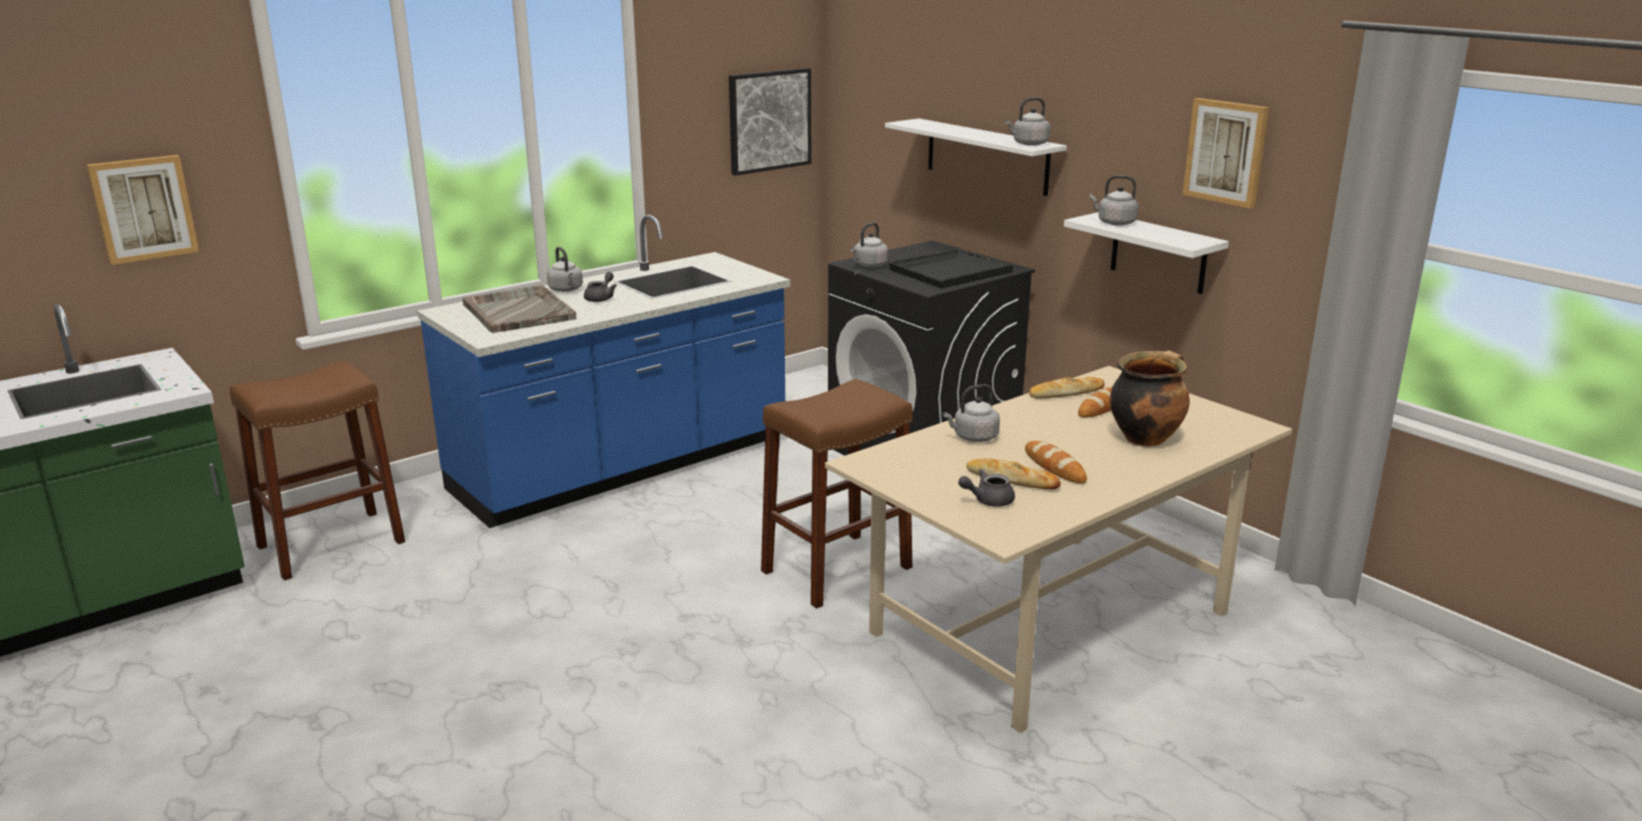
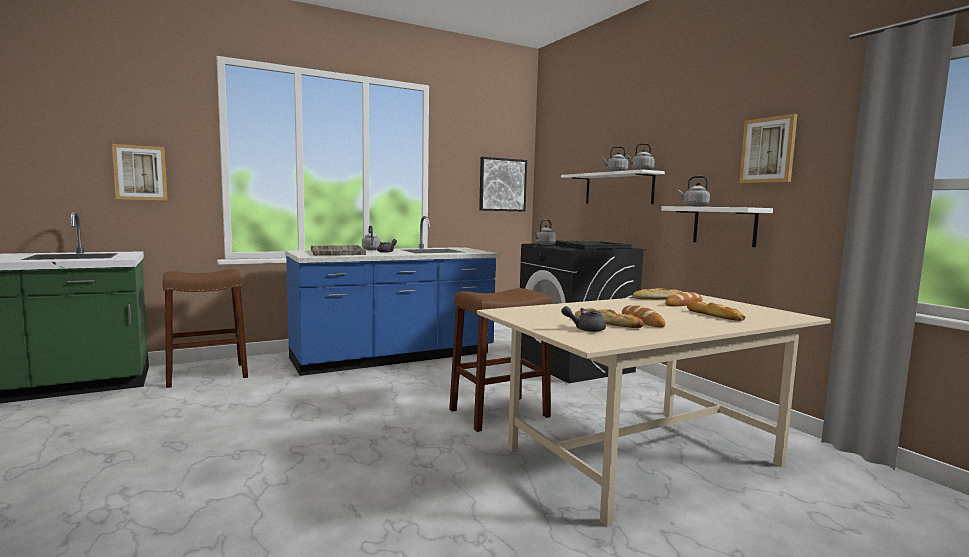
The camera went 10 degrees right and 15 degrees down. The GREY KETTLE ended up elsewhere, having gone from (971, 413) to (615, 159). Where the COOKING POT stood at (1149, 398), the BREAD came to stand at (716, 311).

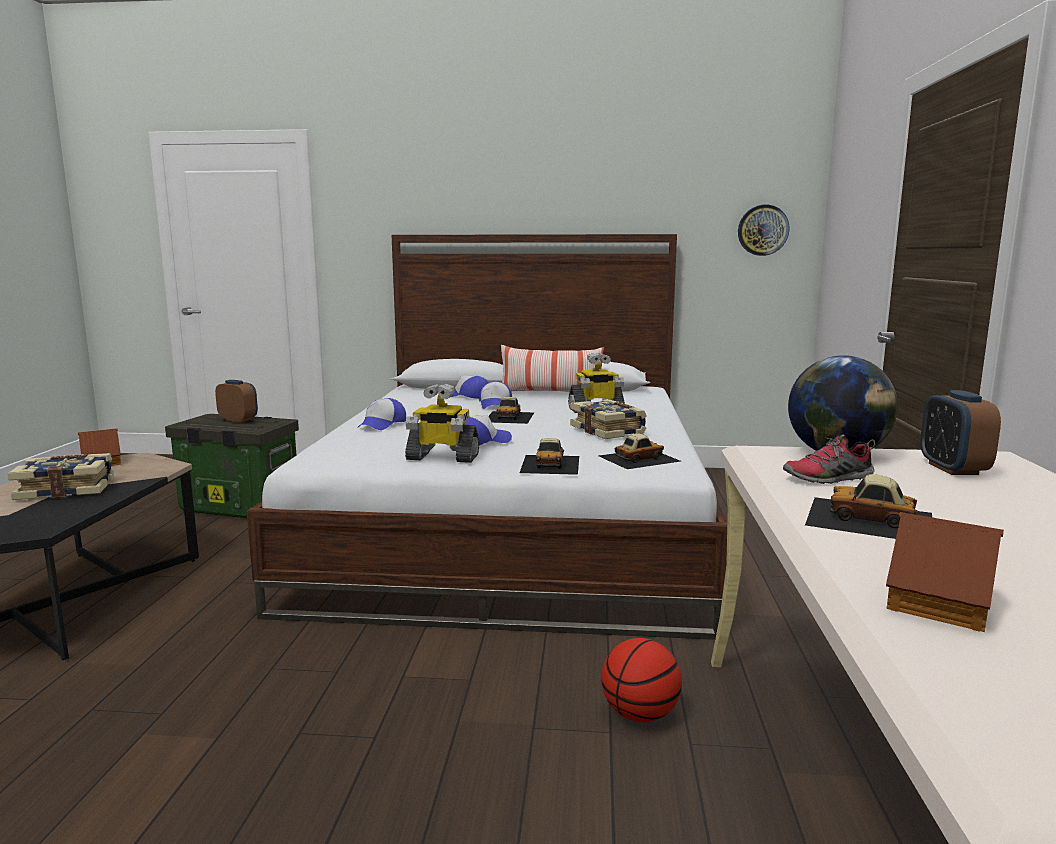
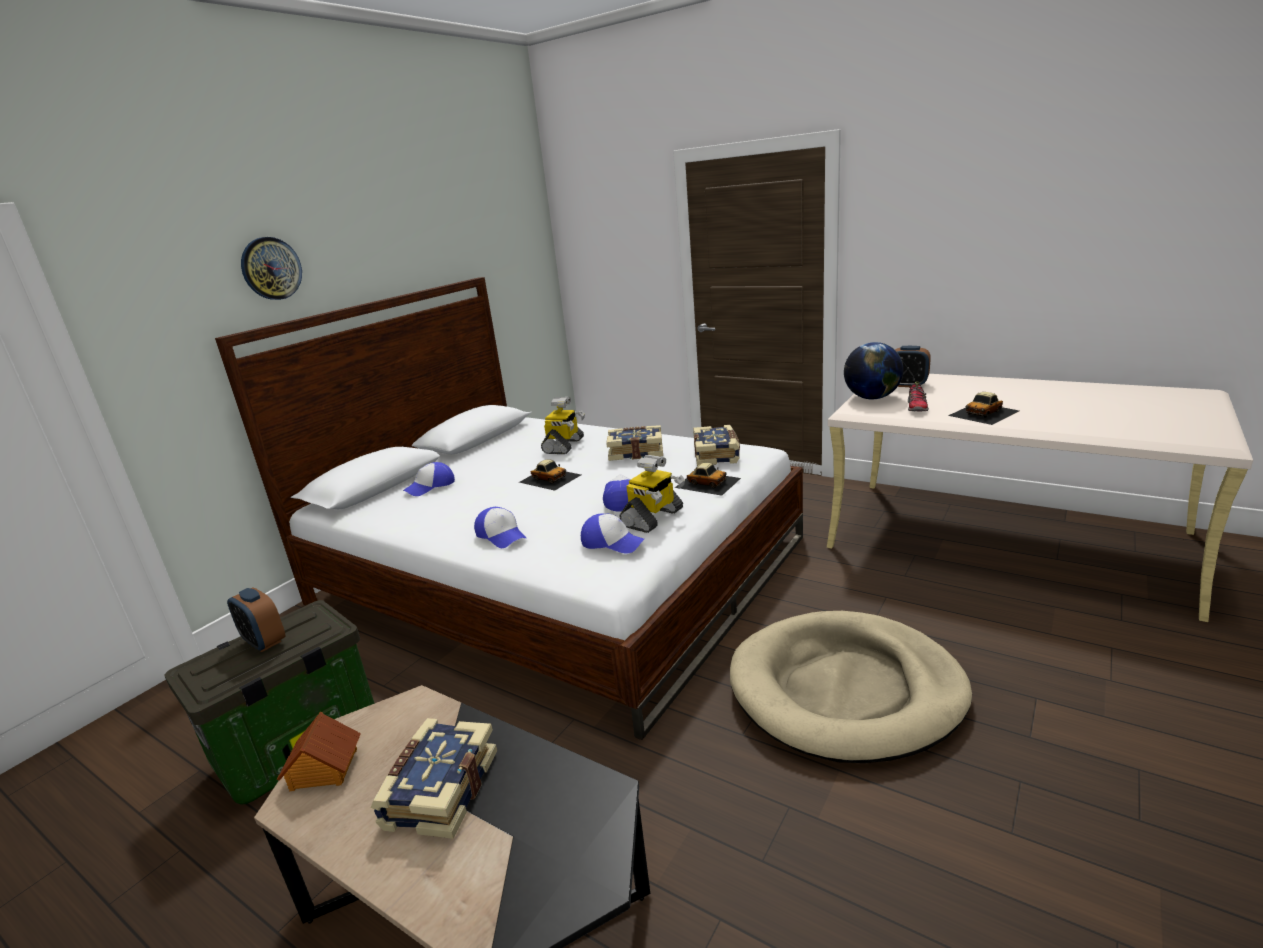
The camera went 60 degrees left and 10 degrees up. The ALARM CLOCK at (236, 401) ended up facing another way, 105 degrees counterclockwise from before. The WALL CLOCK ended up elsewhere, having gone from (763, 230) to (271, 268). The CAP ended up elsewhere, having gone from (495, 395) to (612, 533). Where the TOY CAR stood at (640, 451), the BOOK came to stand at (716, 445). The second view gained the BEIGE DOG BED at (851, 687). The second view lost the PILLOW at (552, 368). The second view lost the BASKETBALL at (641, 680). The second view lost the TOY HOUSE at (945, 572).

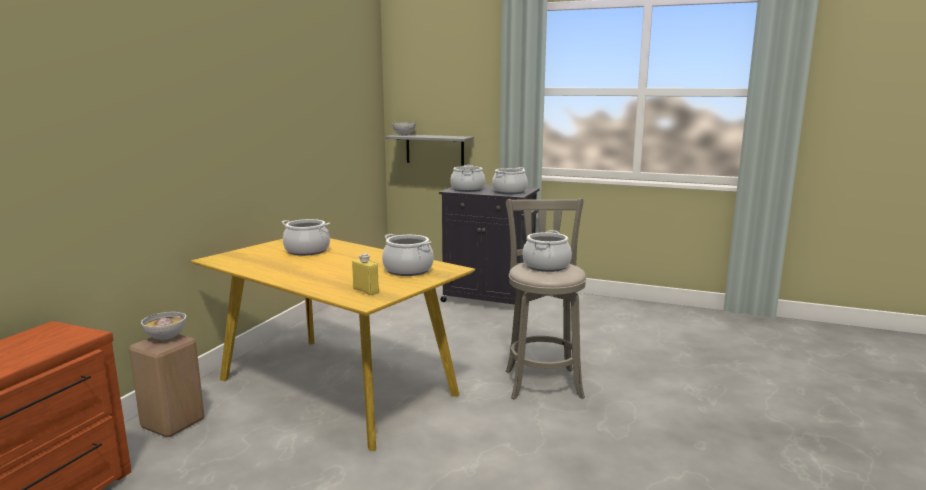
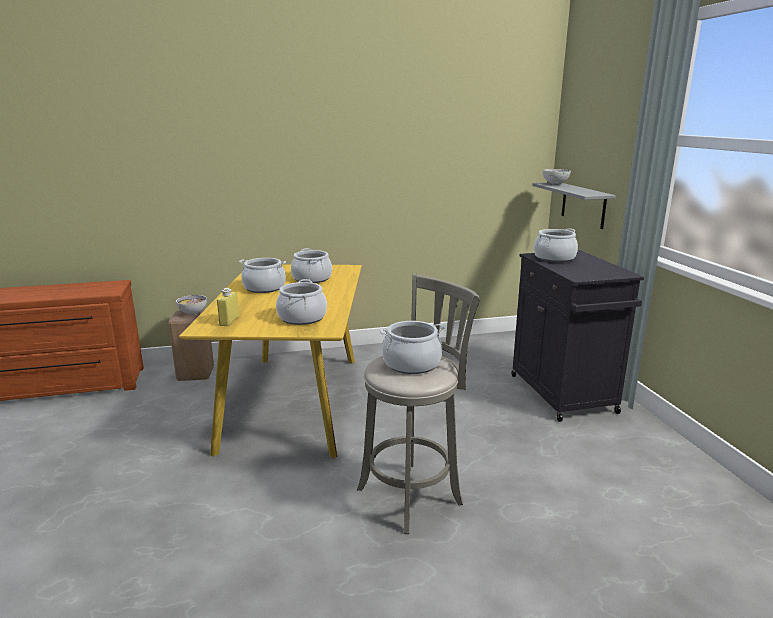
The camera went 55 degrees right and 5 degrees up. The COOKING POT ended up elsewhere, having gone from (510, 180) to (262, 275).

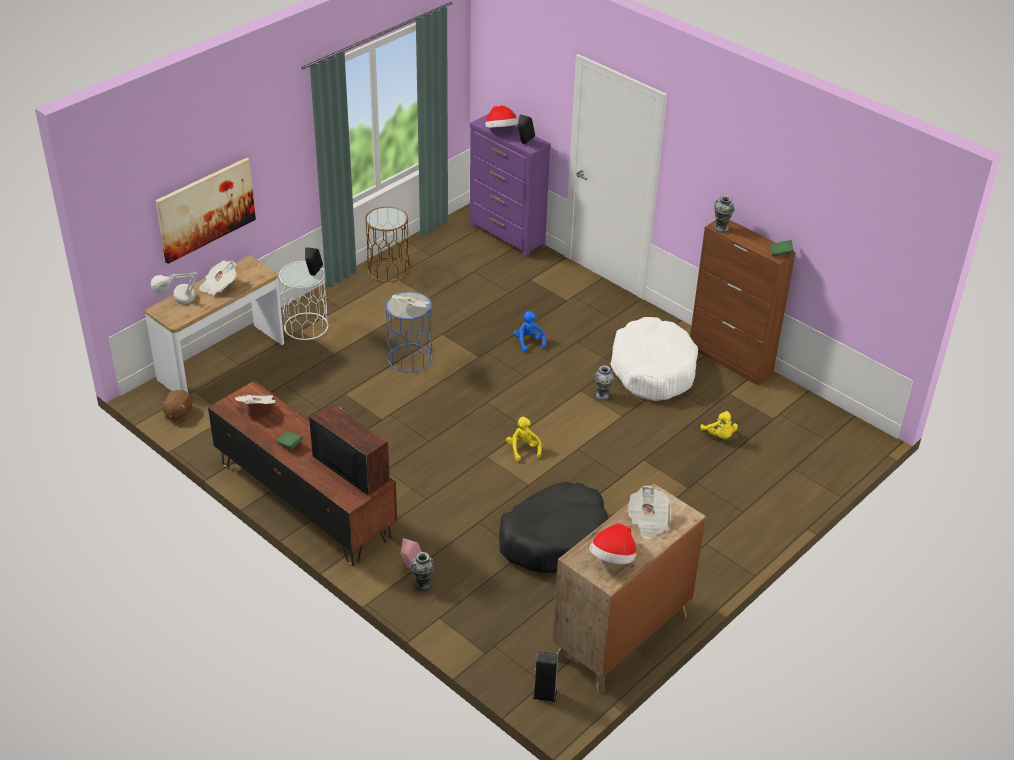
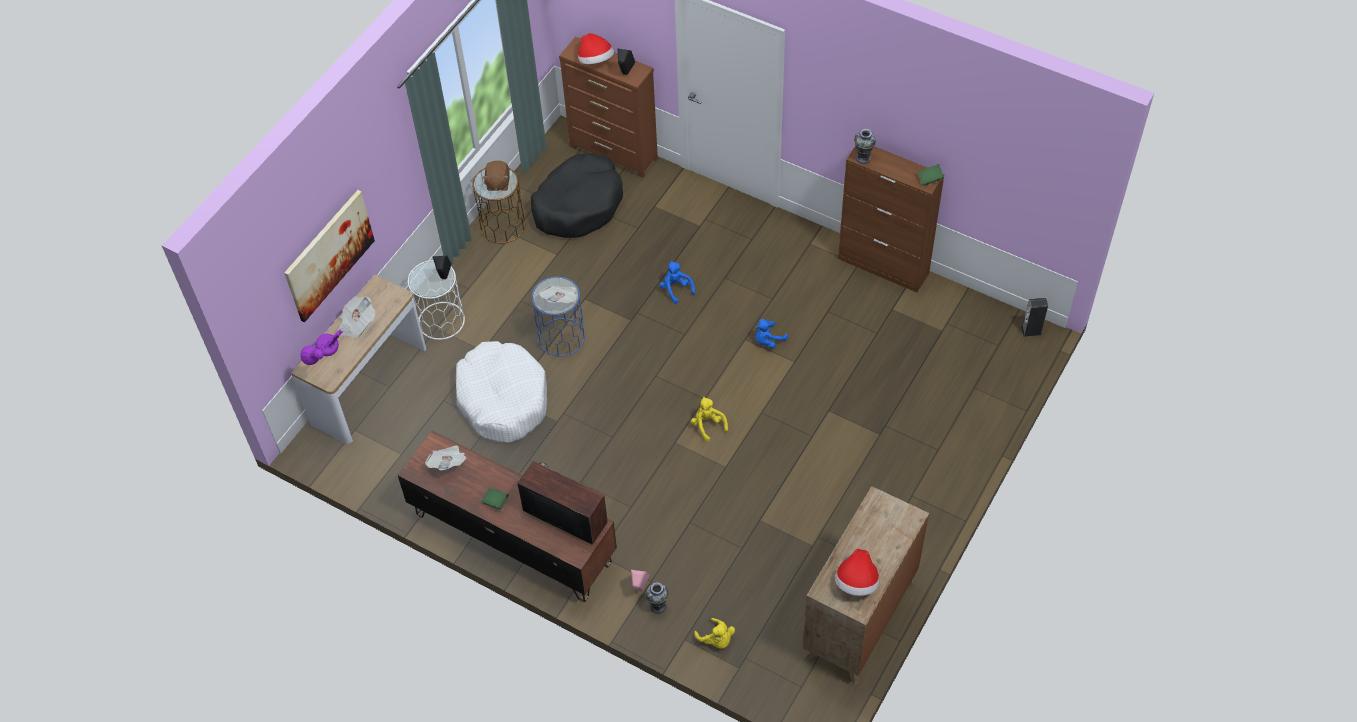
The camera went 10 degrees left and 15 degrees up. What was the GREY TABLE LAMP at (174, 288) turned into the PURPLE TABLE LAMP at (321, 347). The WHITE DOG BED ended up elsewhere, having gone from (654, 359) to (501, 392). The BROWN PLUSH TOY ended up elsewhere, having gone from (176, 405) to (496, 176). The BLACK DOG BED ended up elsewhere, having gone from (553, 527) to (577, 195). What was the PURPLE DRESSER at (510, 186) turned into the BROWN DRESSER at (608, 107). The YELLOW PLUSH TOY ended up elsewhere, having gone from (719, 425) to (714, 633). Where the VASE stood at (604, 382), the BLUE PLUSH TOY came to stand at (771, 334). The SPEAKER ended up elsewhere, having gone from (545, 676) to (1034, 317). The second view lost the NEWSPAPER at (649, 512).

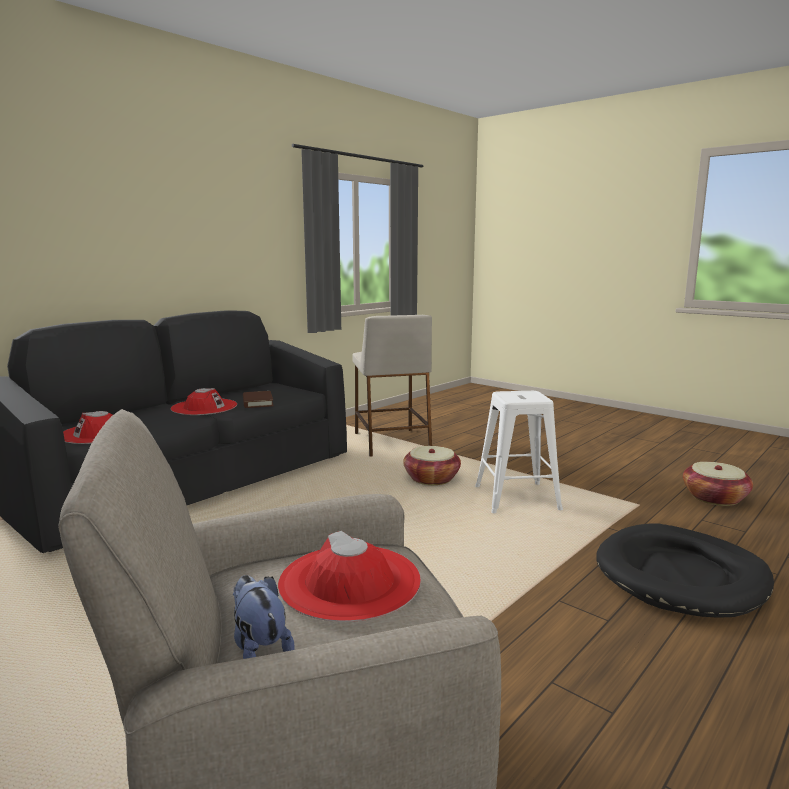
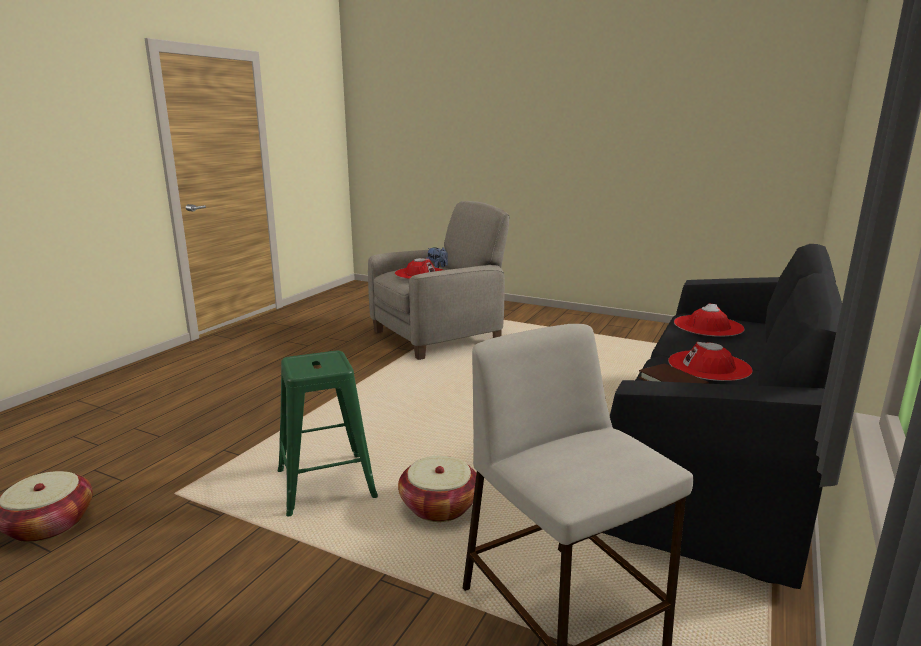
The camera went 165 degrees right and 5 degrees up. What was the WHITE STOOL at (519, 452) turned into the GREEN STOOL at (328, 433). The second view lost the BLACK DOG BED at (685, 570).

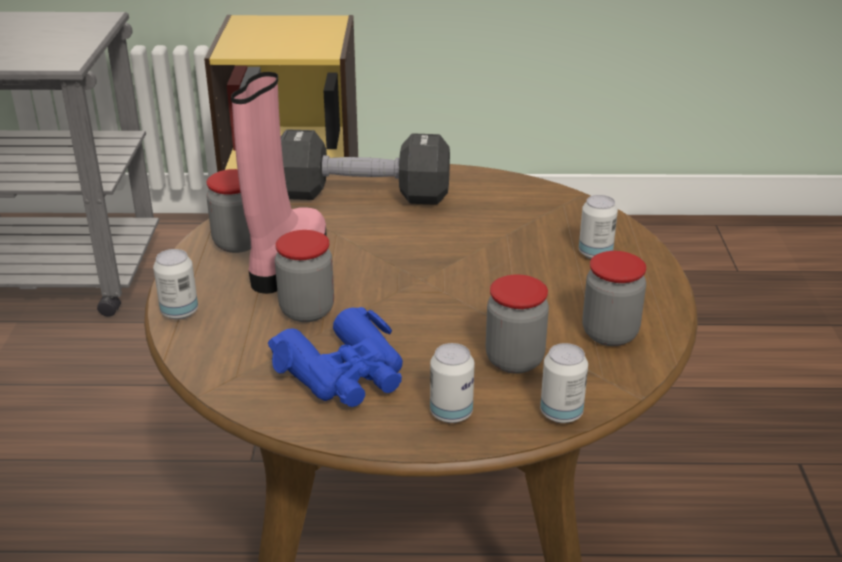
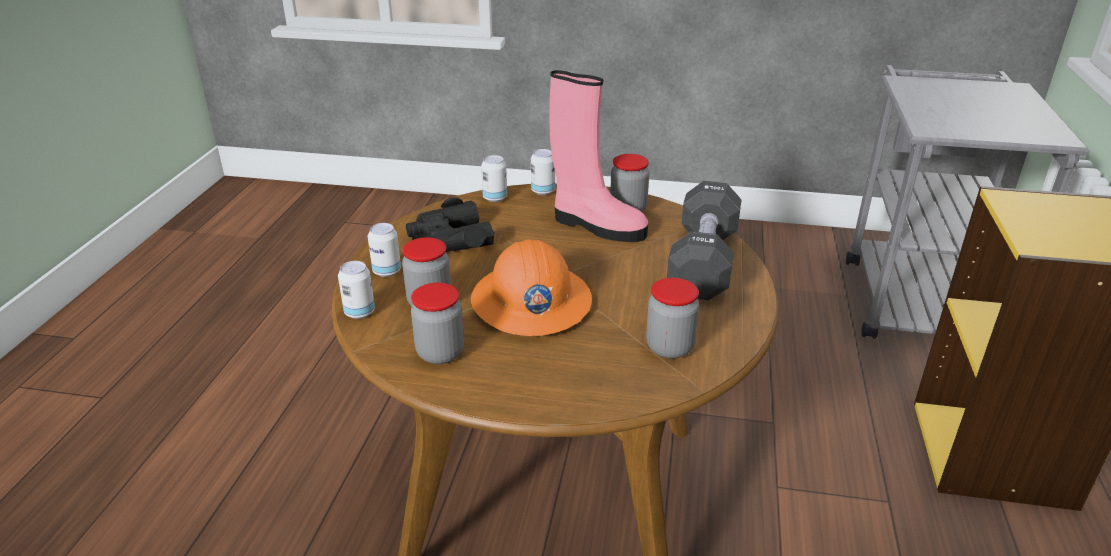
The camera went 100 degrees right and 0 degrees up. What was the BLUE BINOCULARS at (335, 357) turned into the BLACK BINOCULARS at (450, 224). The second view gained the ORANGE HARD HAT at (531, 287). The CAN ended up elsewhere, having gone from (598, 227) to (494, 178). The JAR ended up elsewhere, having gone from (304, 276) to (672, 318).

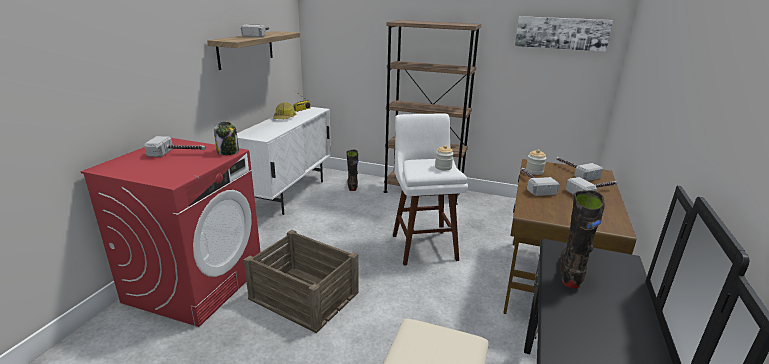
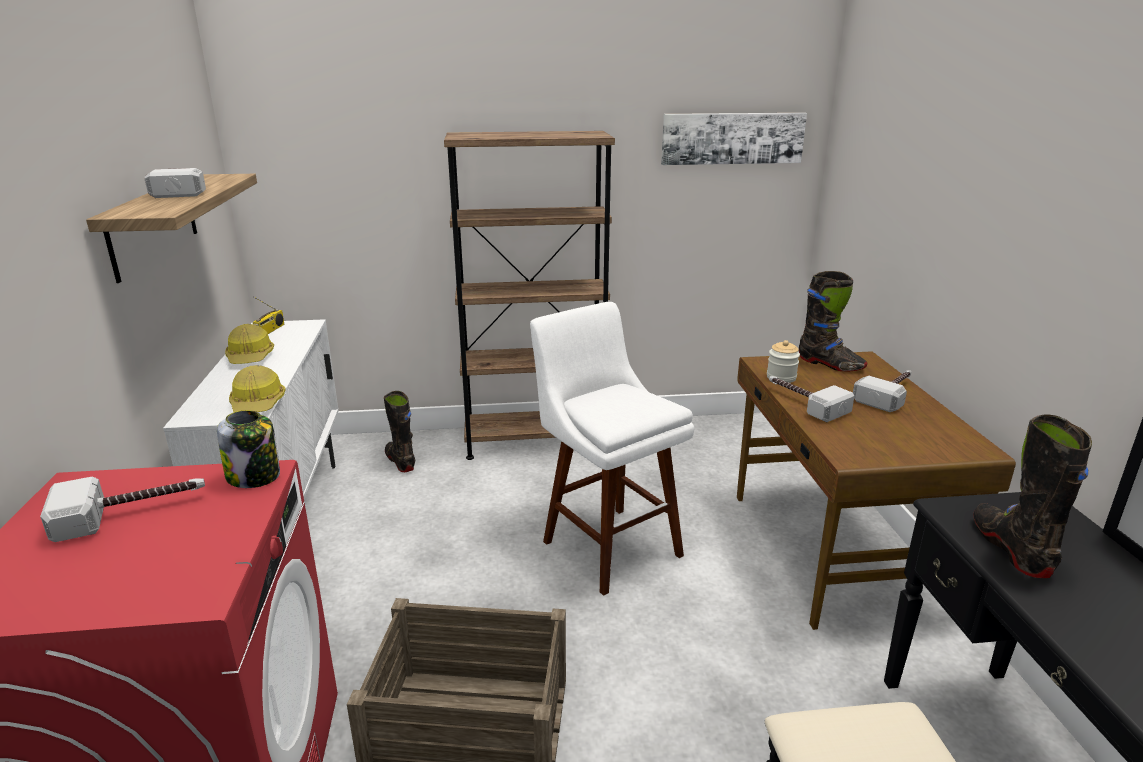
The camera went 25 degrees left and 0 degrees up. The second view gained the HARD HAT at (257, 388). Where the HAMMER stood at (579, 169), the BLACK BOOT came to stand at (833, 321). The second view lost the JAR at (444, 158).

